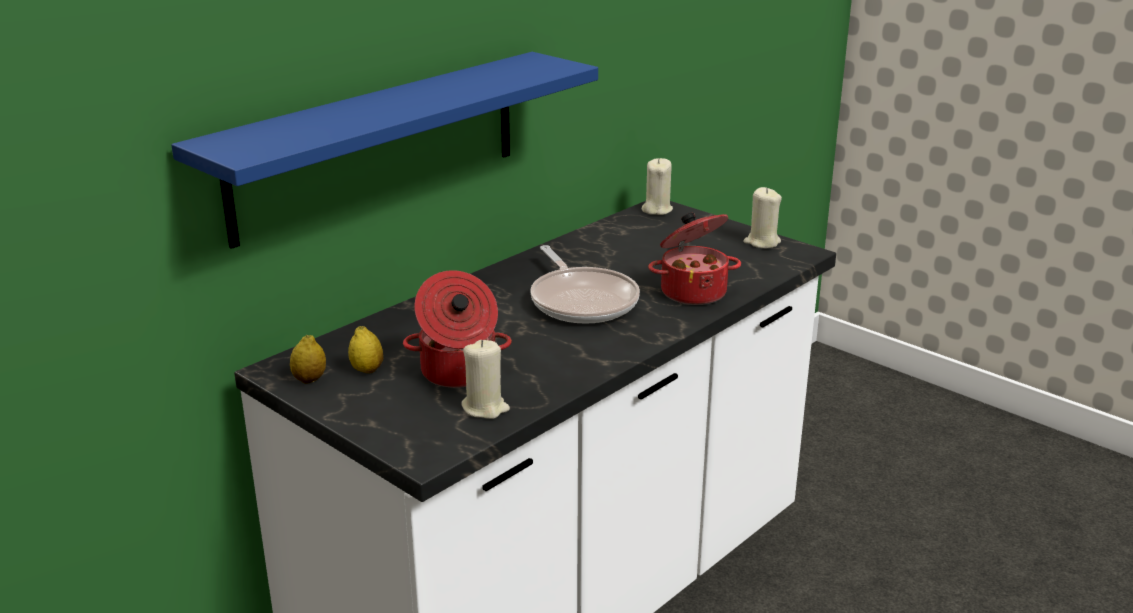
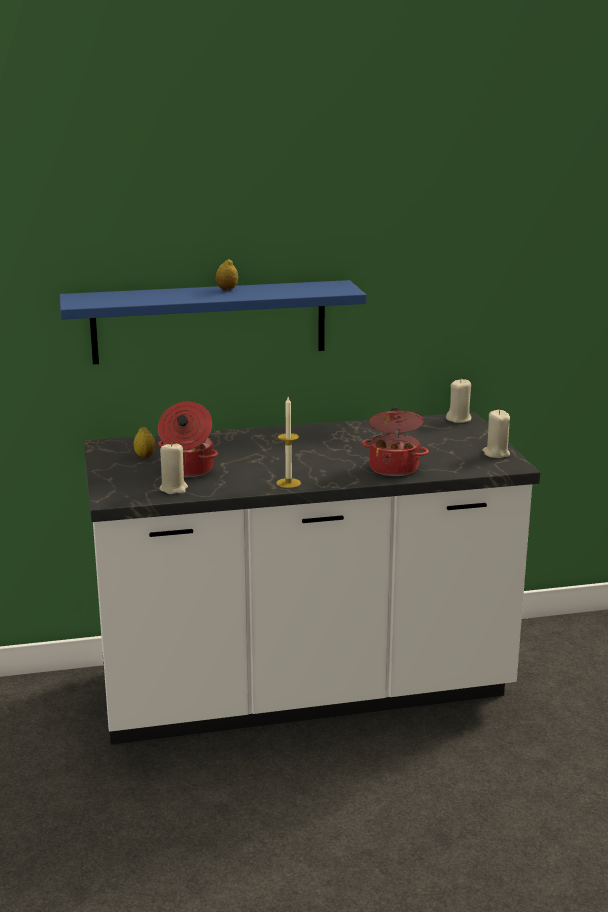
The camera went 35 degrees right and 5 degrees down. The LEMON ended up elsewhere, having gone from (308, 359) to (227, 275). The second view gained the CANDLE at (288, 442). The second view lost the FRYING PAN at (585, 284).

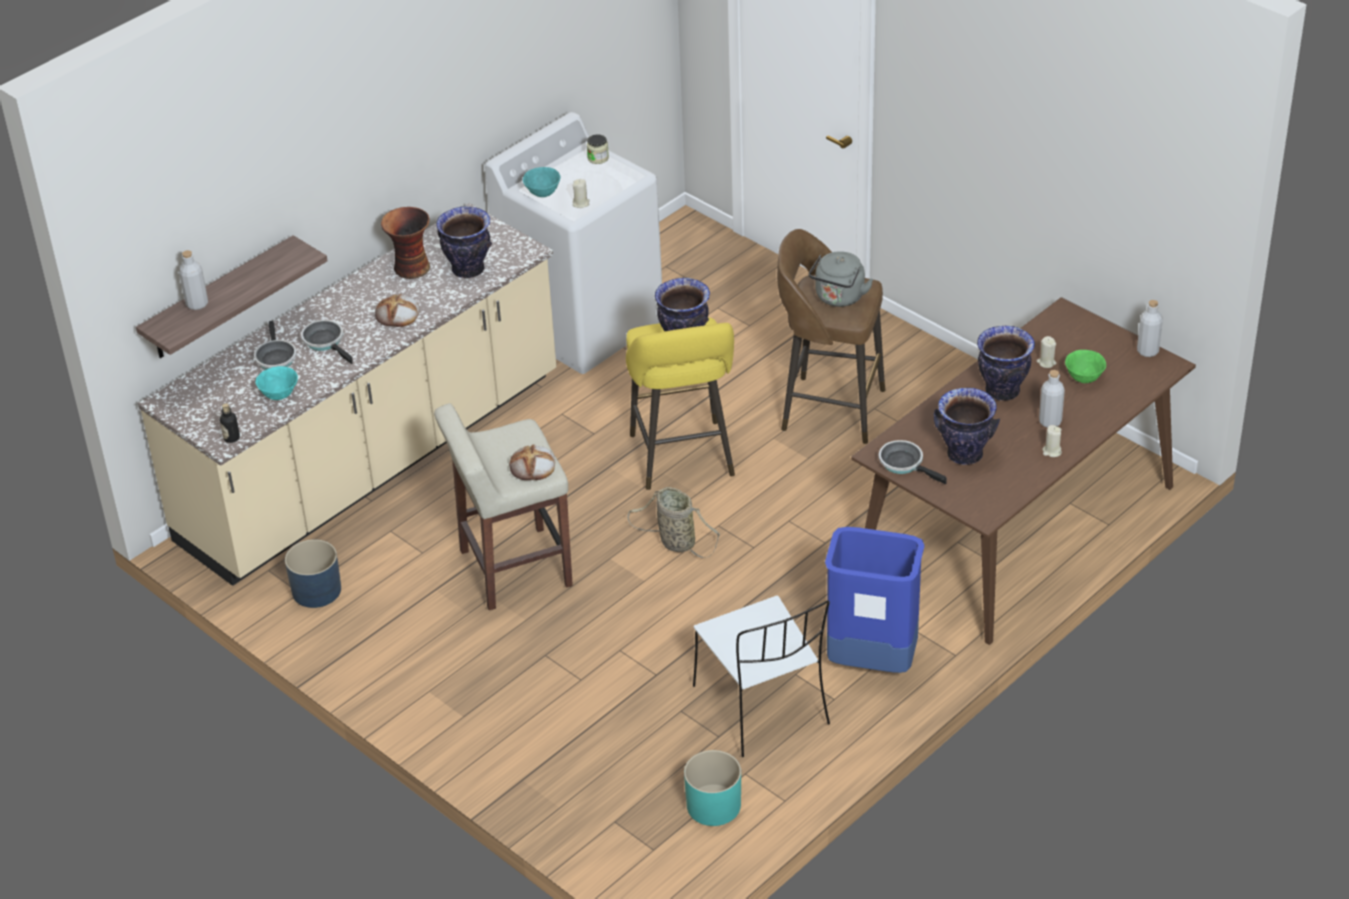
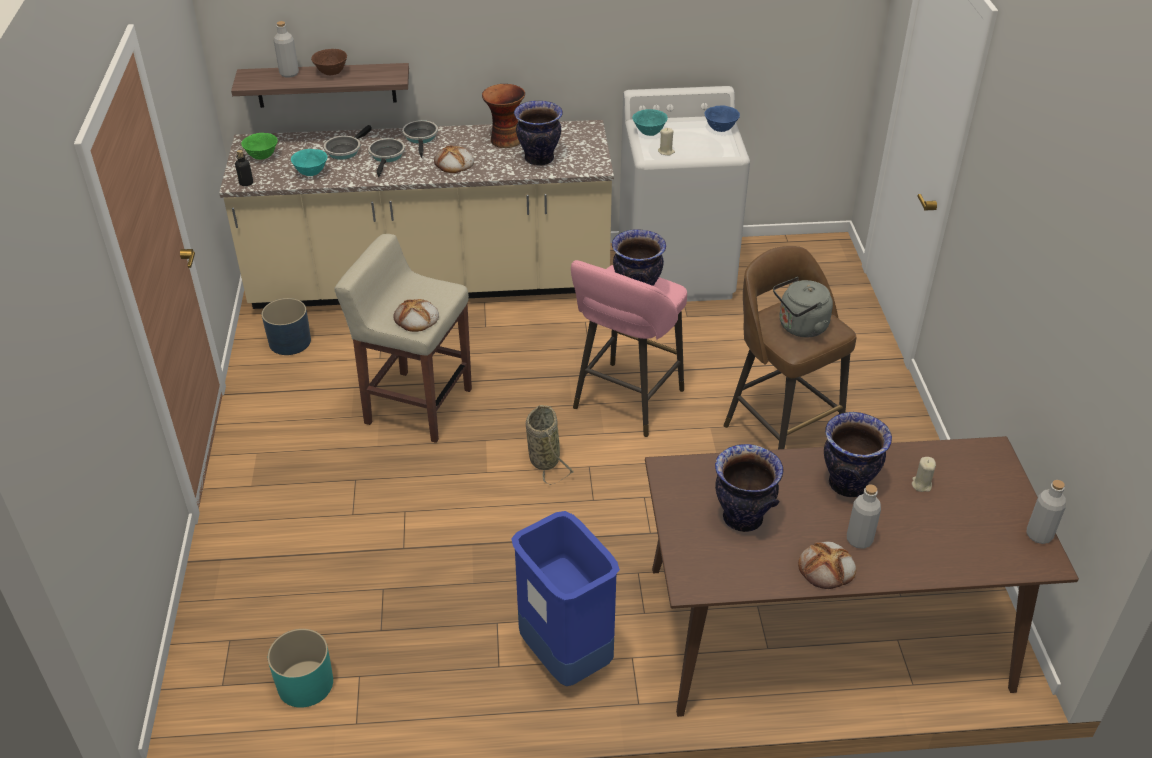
The camera went 40 degrees right and 0 degrees up. The GREEN BOWL ended up elsewhere, having gone from (1085, 366) to (259, 146). The second view gained the BROWN BOWL at (329, 62). The FRYING PAN ended up elsewhere, having gone from (913, 462) to (420, 139). What was the YELLOW STOOL at (680, 403) turned into the PINK STOOL at (629, 348). Where the JAR stood at (598, 149), the BLUE BOWL came to stand at (722, 118). Where the BEIGE CANDLE stood at (1052, 441), the BREAD came to stand at (827, 565). The second view lost the WHITE CHAIR at (761, 676).

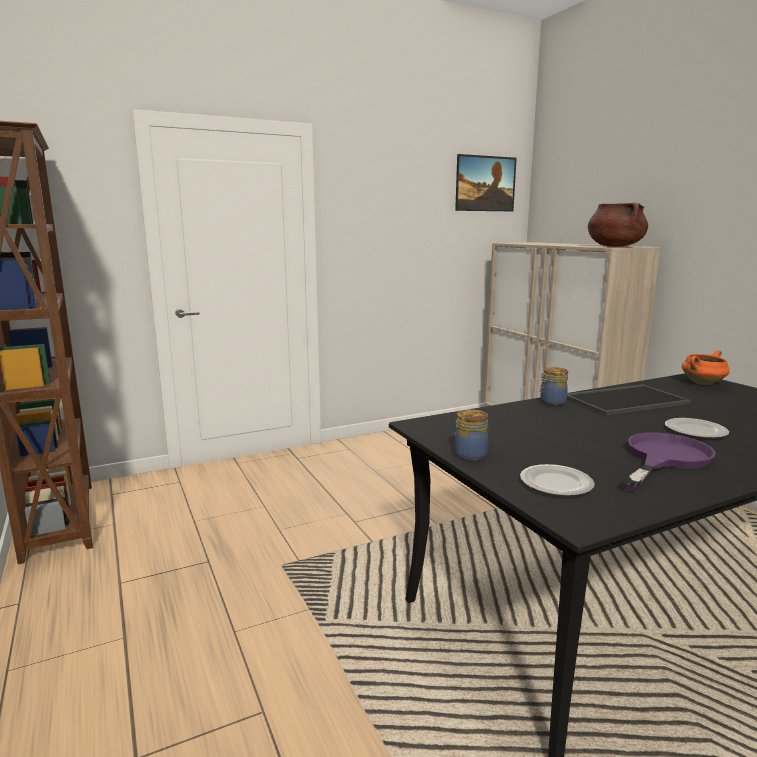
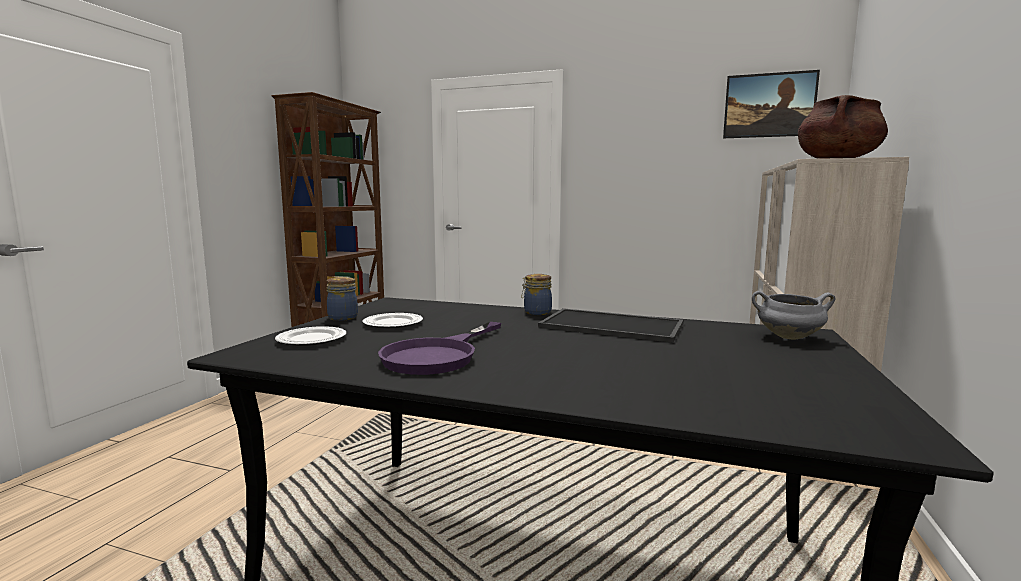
The camera went 45 degrees right and 5 degrees down. The PLATE ended up elsewhere, having gone from (697, 428) to (392, 321). The PURPLE FRYING PAN at (668, 461) ended up facing another way, 120 degrees clockwise from before. What was the ORANGE COOKING POT at (706, 367) turned into the GREY COOKING POT at (793, 315).

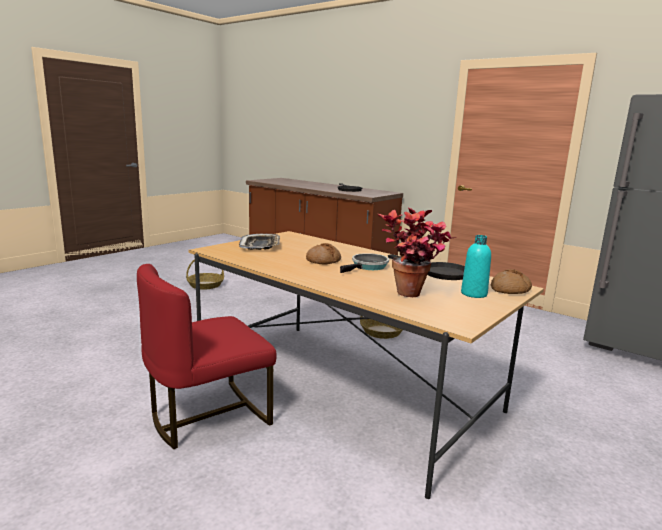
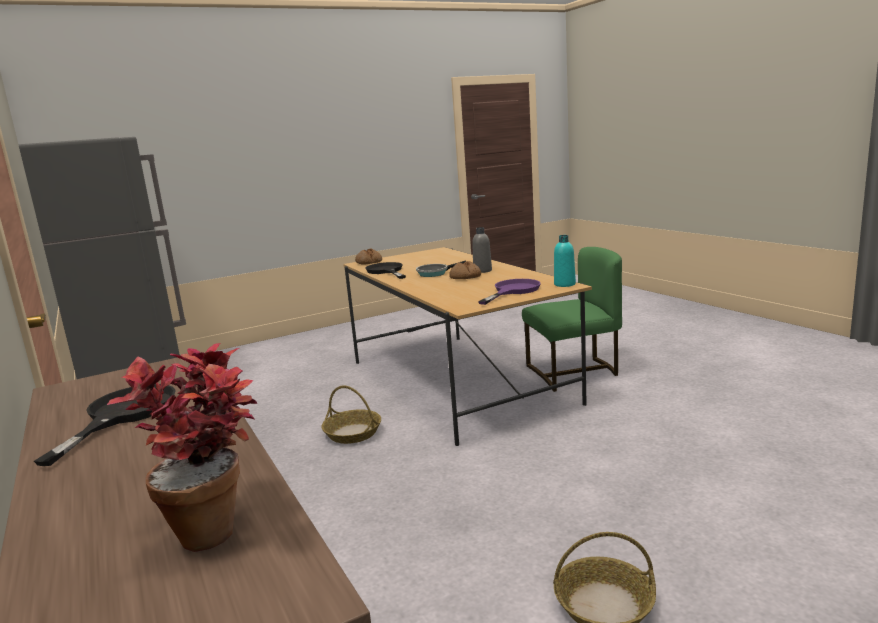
The camera went 155 degrees left and 0 degrees up. The POTTED PLANT ended up elsewhere, having gone from (417, 252) to (182, 447). The second view gained the GREY BOTTLE at (482, 250). Where the TRAY stood at (259, 242), the PURPLE FRYING PAN came to stand at (509, 292). What was the RED CHAIR at (207, 356) turned into the GREEN CHAIR at (572, 319). The TURQUOISE BOTTLE ended up elsewhere, having gone from (476, 266) to (565, 261).

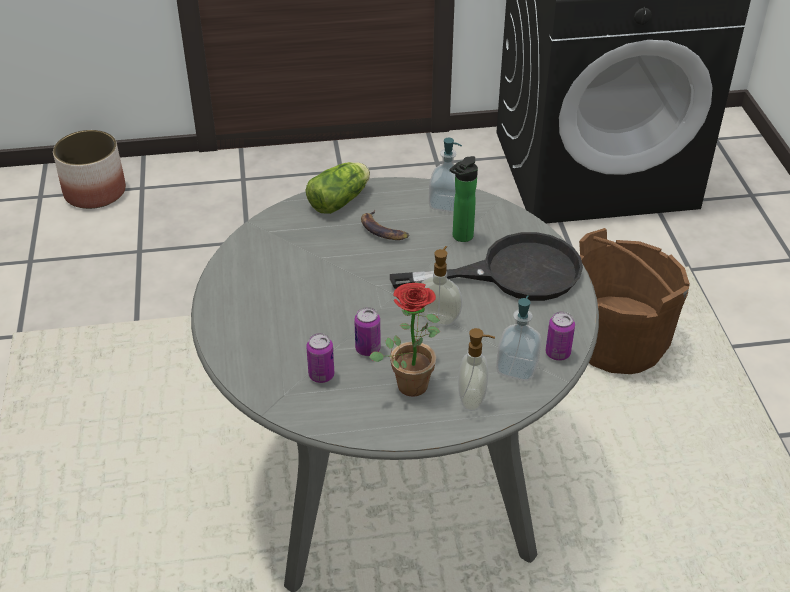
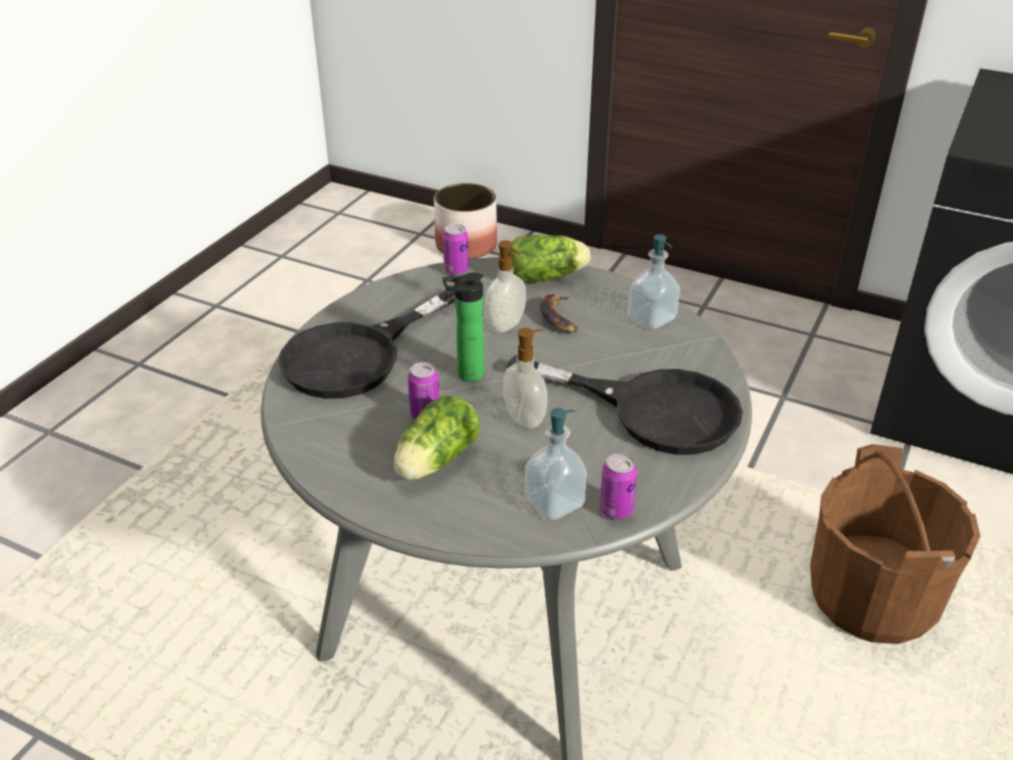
The camera went 35 degrees right and 5 degrees down. The second view gained the BLACK FRYING PAN at (366, 342). Where the POTTED PLANT stood at (404, 340), the LETTUCE came to stand at (437, 438). The CAN ended up elsewhere, having gone from (320, 358) to (456, 249). The BOTTLE ended up elsewhere, having gone from (463, 199) to (463, 327). The SOAP DISPENSER ended up elsewhere, having gone from (476, 369) to (505, 286).

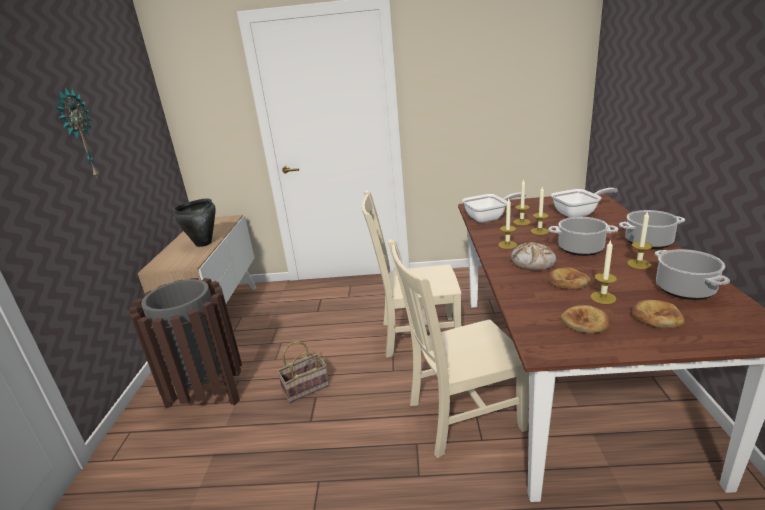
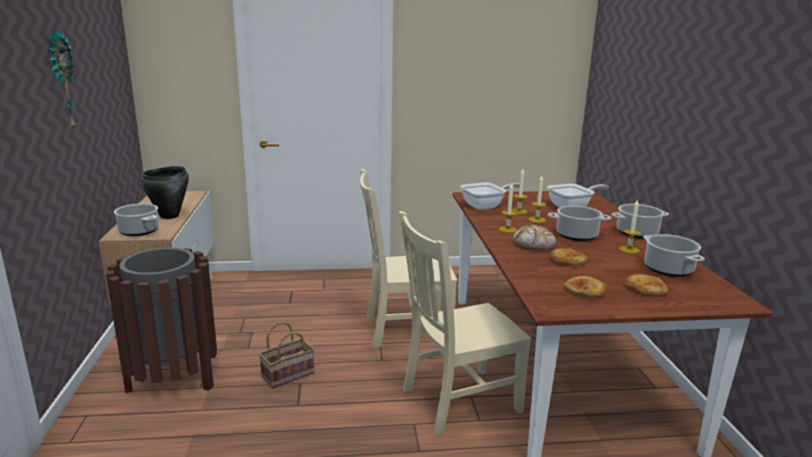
The camera went 10 degrees left and 5 degrees down. The second view gained the COOKING POT at (136, 219). The second view lost the CANDLE at (603, 271).

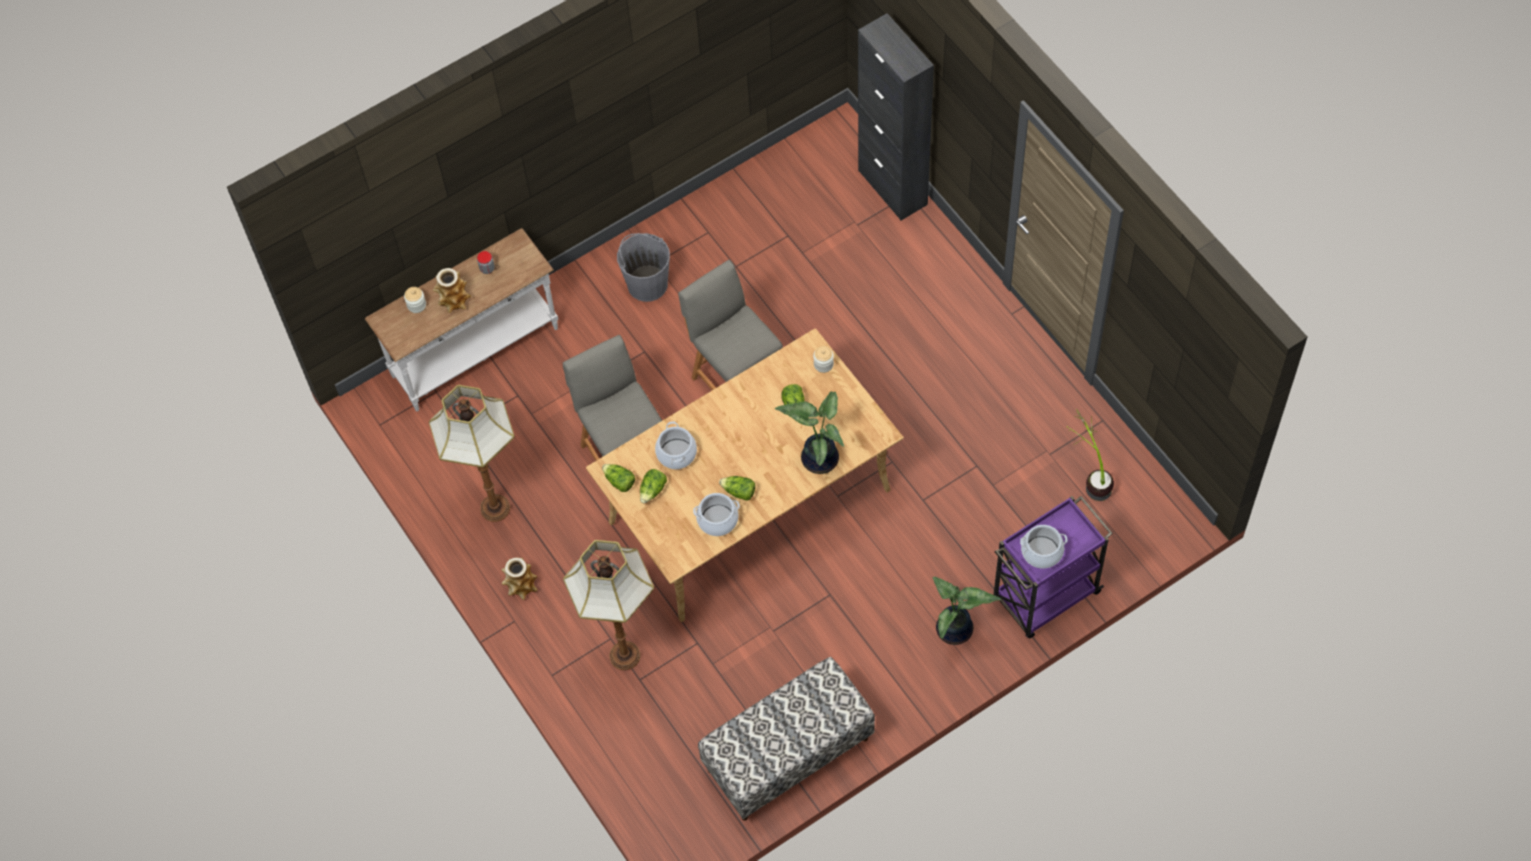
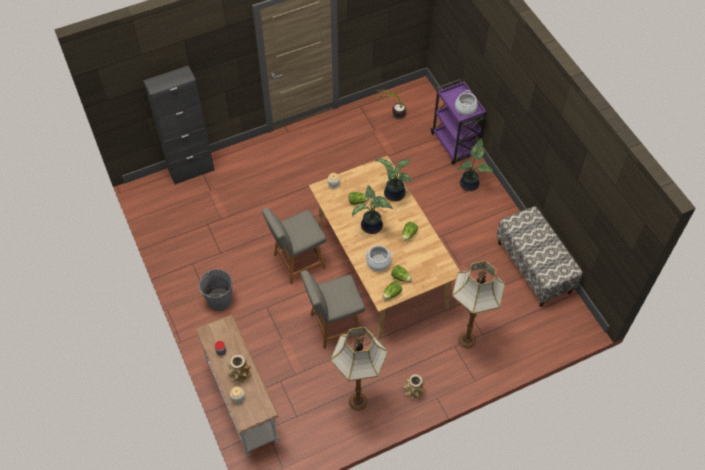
The camera went 85 degrees left and 5 degrees down. The second view gained the POTTED PLANT at (372, 209). The second view lost the COOKING POT at (716, 514).

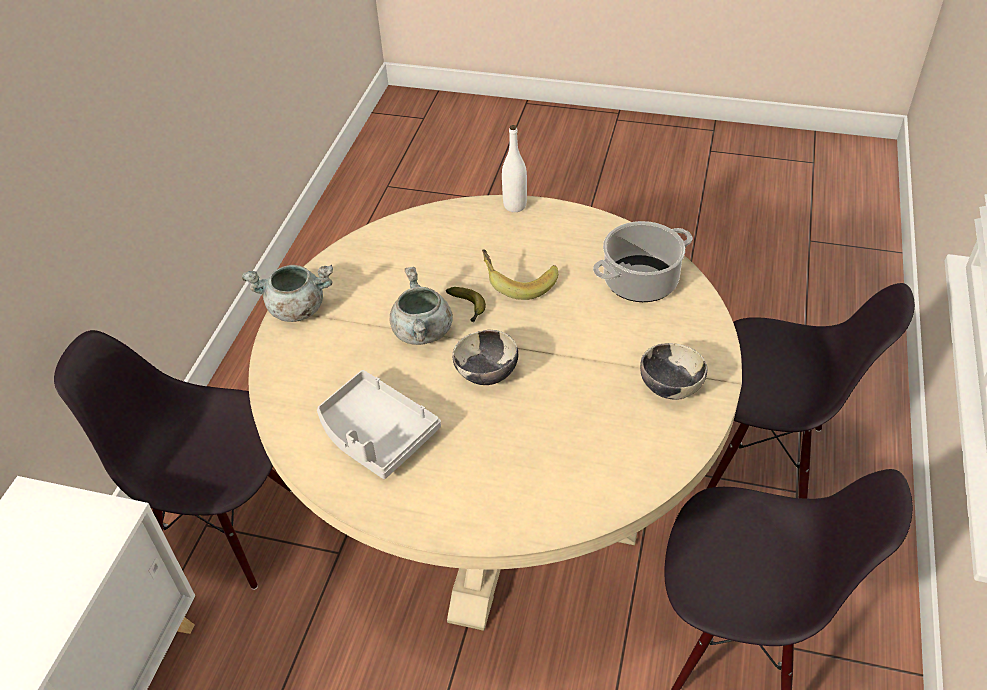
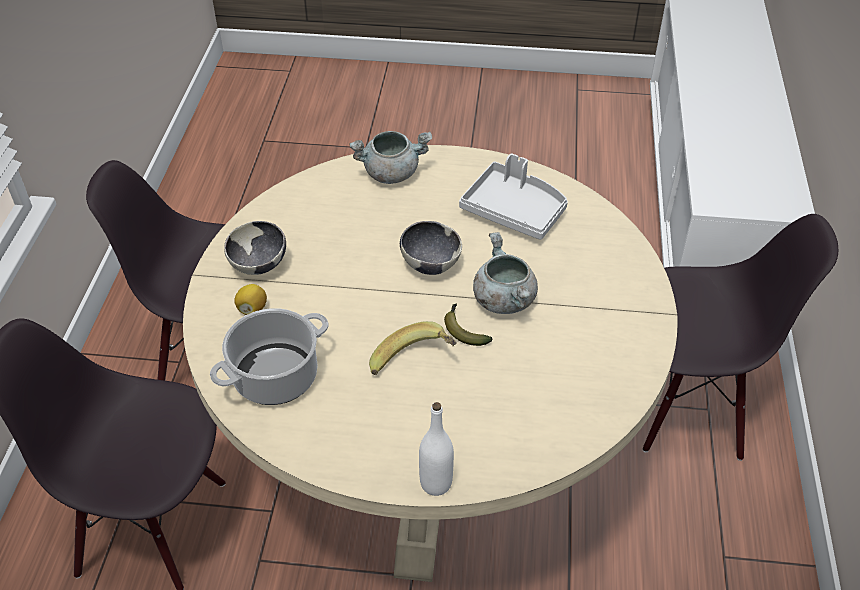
The camera went 170 degrees right and 0 degrees up. The second view gained the LEMON at (250, 299). The GREY COOKING POT ended up elsewhere, having gone from (287, 293) to (390, 157).

